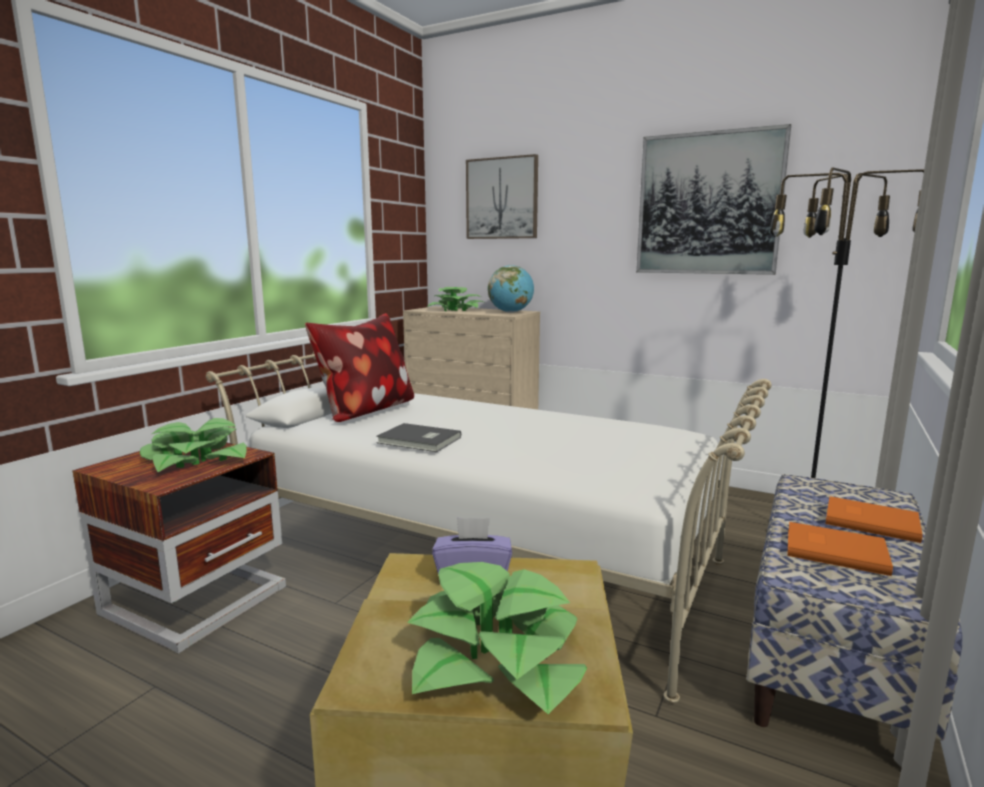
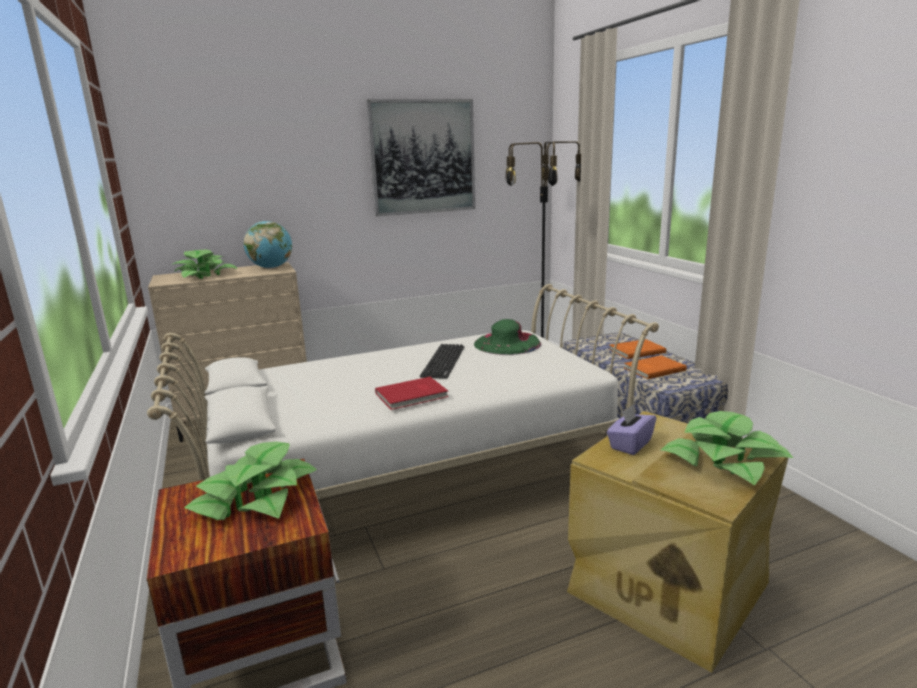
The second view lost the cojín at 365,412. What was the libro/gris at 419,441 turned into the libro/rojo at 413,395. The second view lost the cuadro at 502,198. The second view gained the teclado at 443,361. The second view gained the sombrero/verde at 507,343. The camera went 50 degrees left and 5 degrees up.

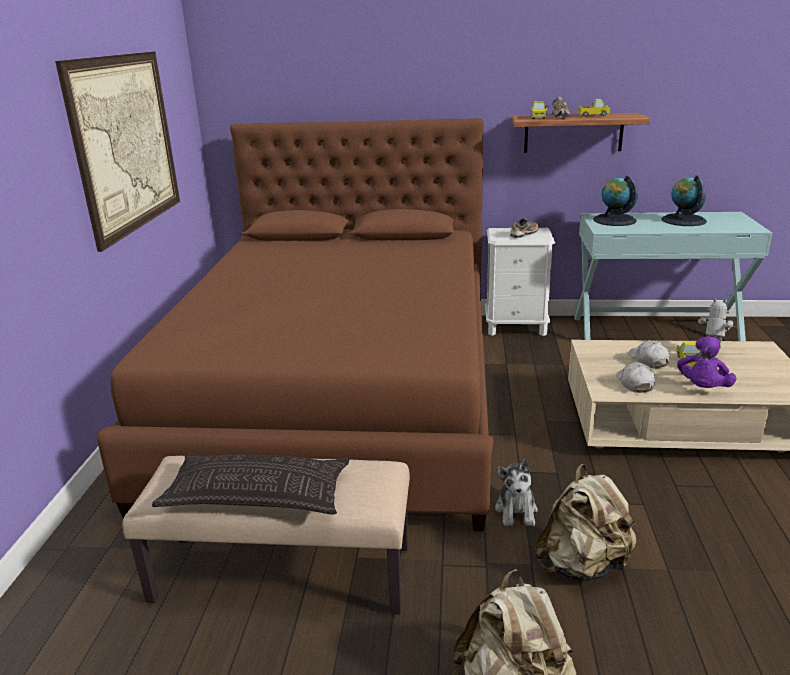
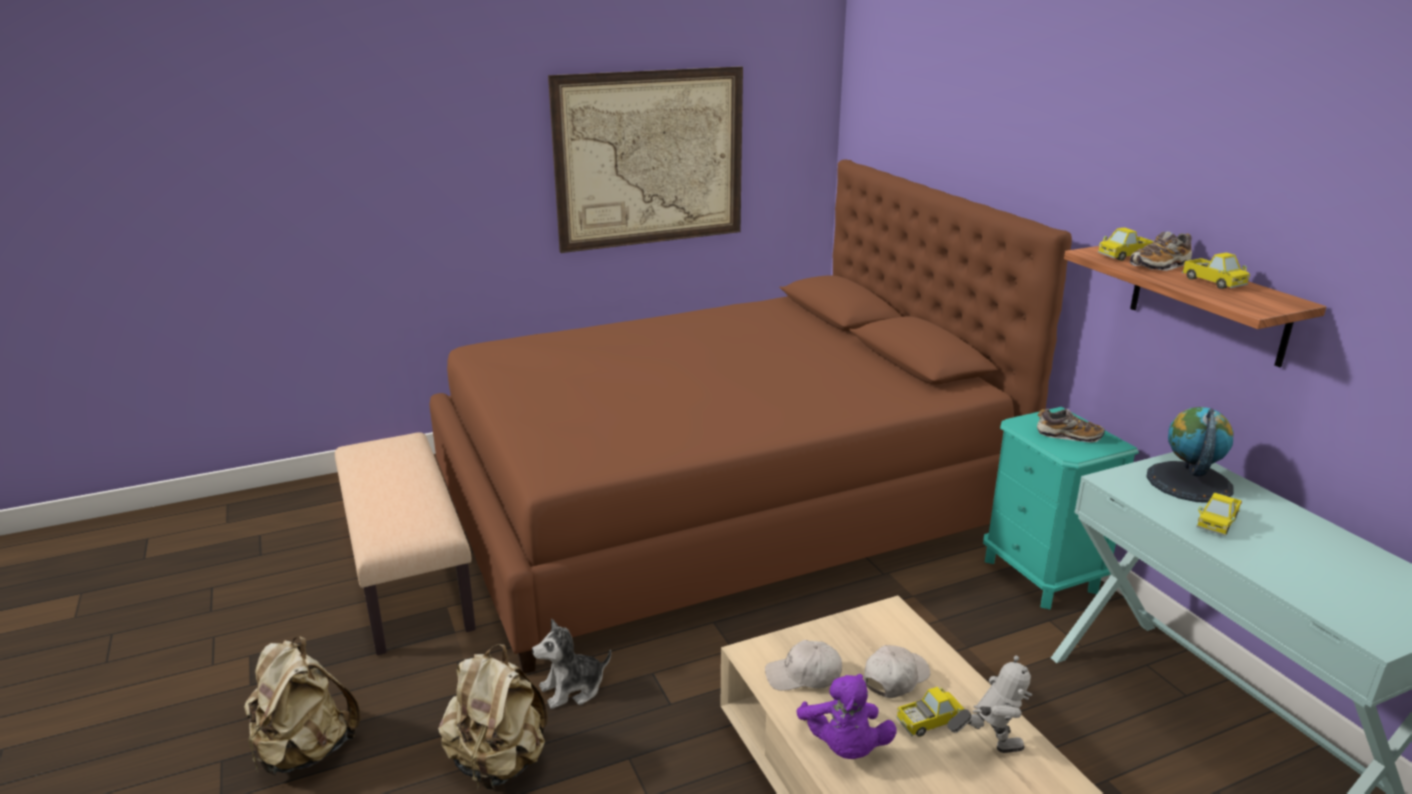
The second view lost the cojín at 257,494. What was the mesita de noche/blanco at 516,326 turned into the mesita de noche/turquesa at 1041,575. The gorra/blanco at 634,383 ended up facing another way, 150 degrees counterclockwise from before. The second view lost the globo terráqueo at 683,220. The peluche/morado at 702,388 ended up facing another way, 90 degrees counterclockwise from before. The second view gained the camión de juguete at 1217,522. The camera went 60 degrees right and 0 degrees up.

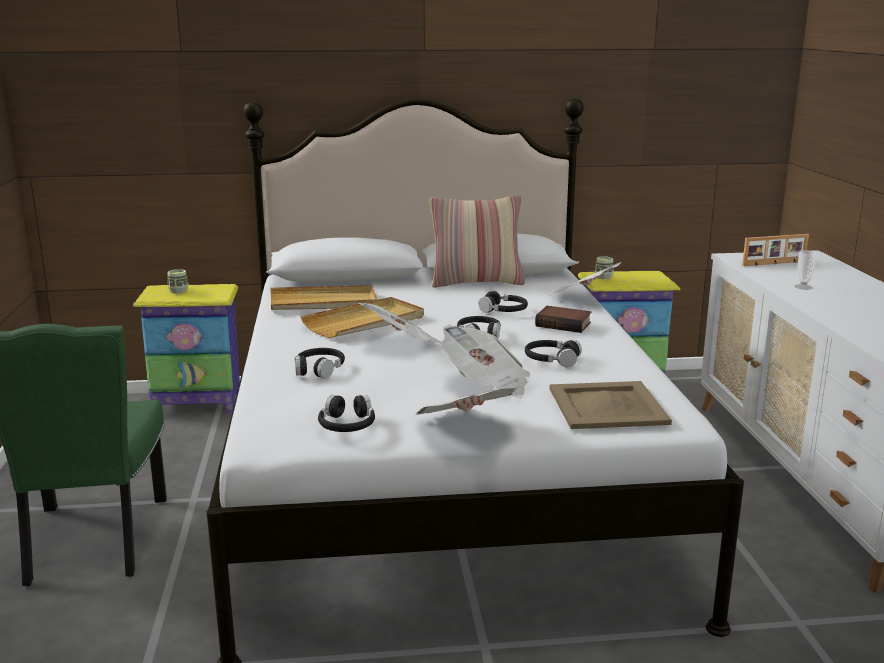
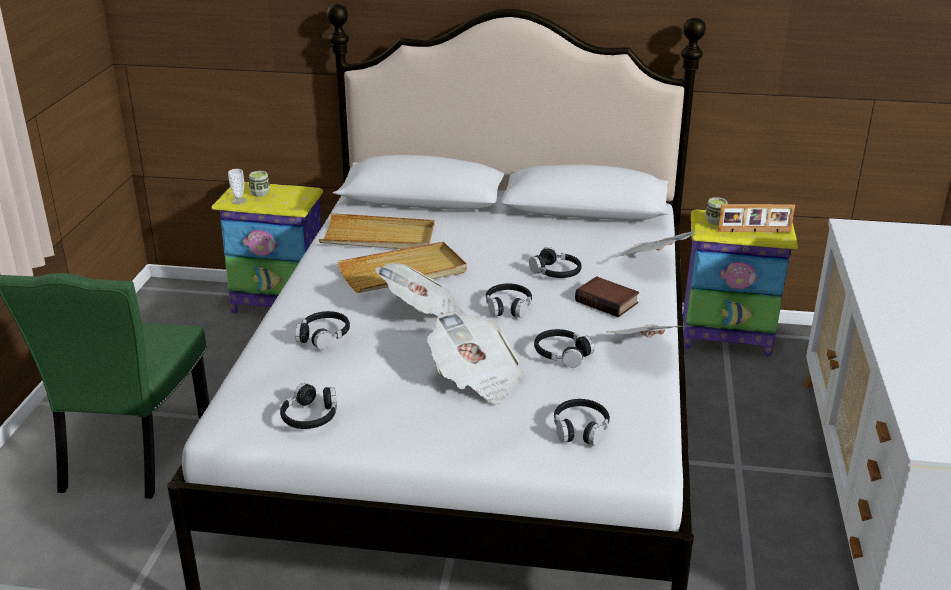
The periódico ended up elsewhere, having gone from 464,427 to 646,349. The second view lost the cojín at 476,282. Where the bandeja/beis stood at 608,405, the auriculares/negro came to stand at 580,429. The portarretratos ended up elsewhere, having gone from 774,263 to 754,231. The taza ended up elsewhere, having gone from 803,287 to 239,201. The camera went 15 degrees right and 10 degrees up.

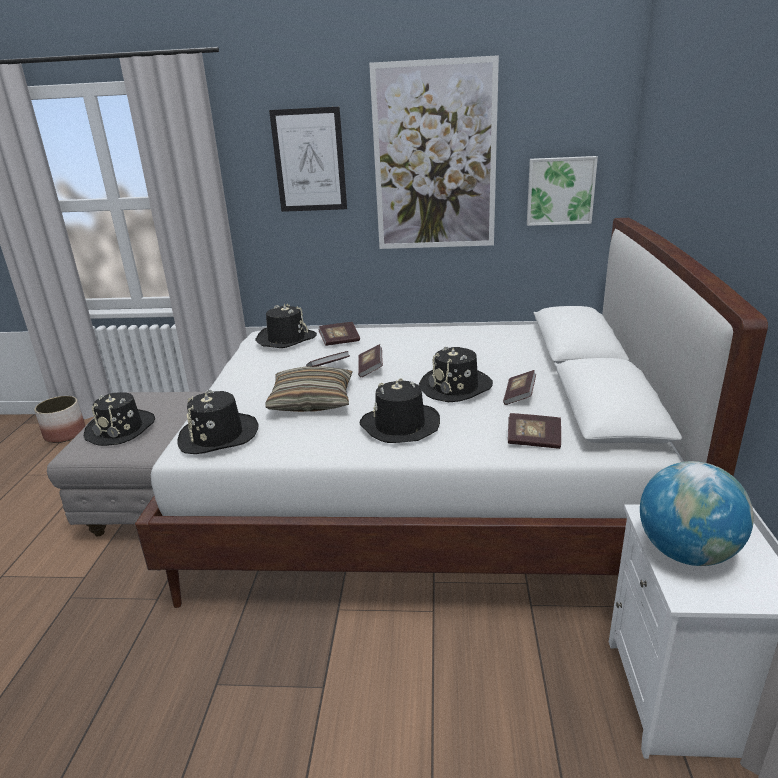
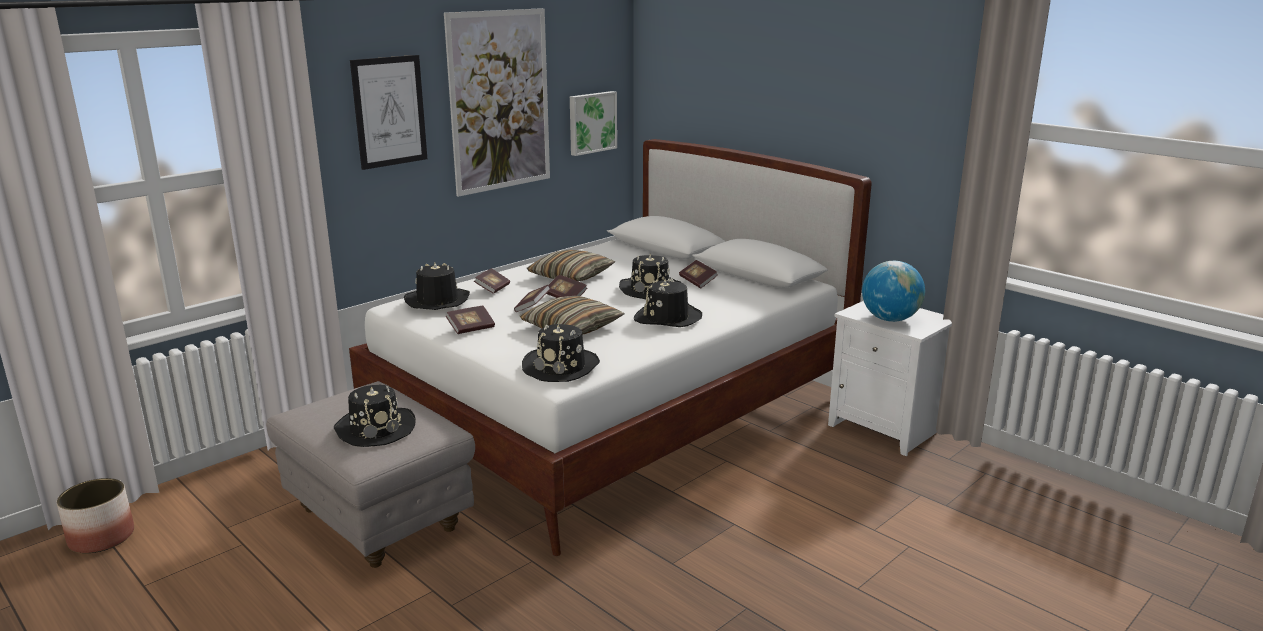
The libro ended up elsewhere, having gone from 533,441 to 471,328. The second view gained the cojín at 571,276. The camera went 50 degrees left and 5 degrees down.

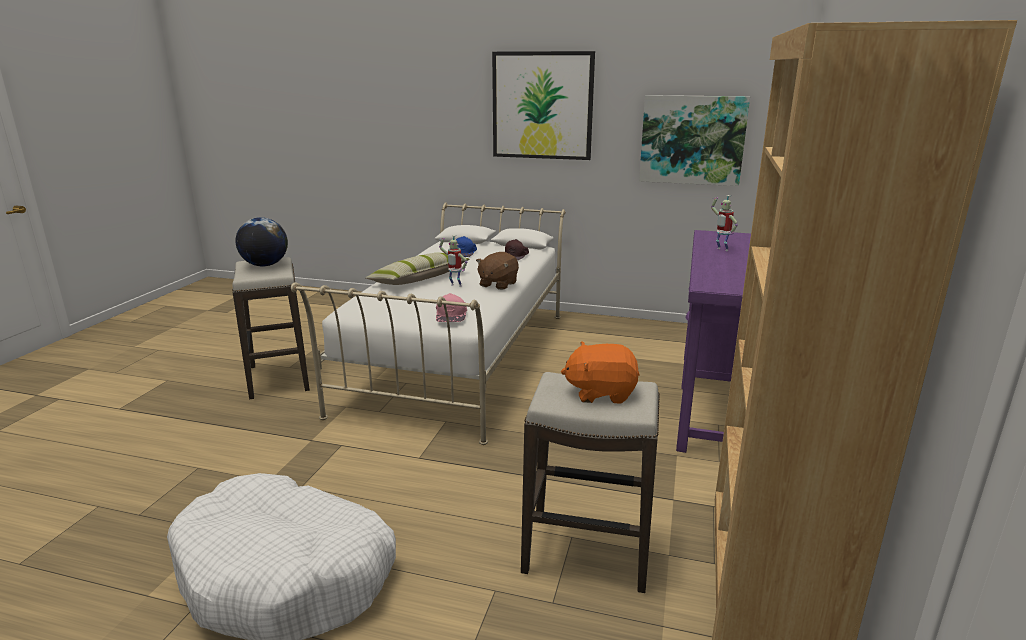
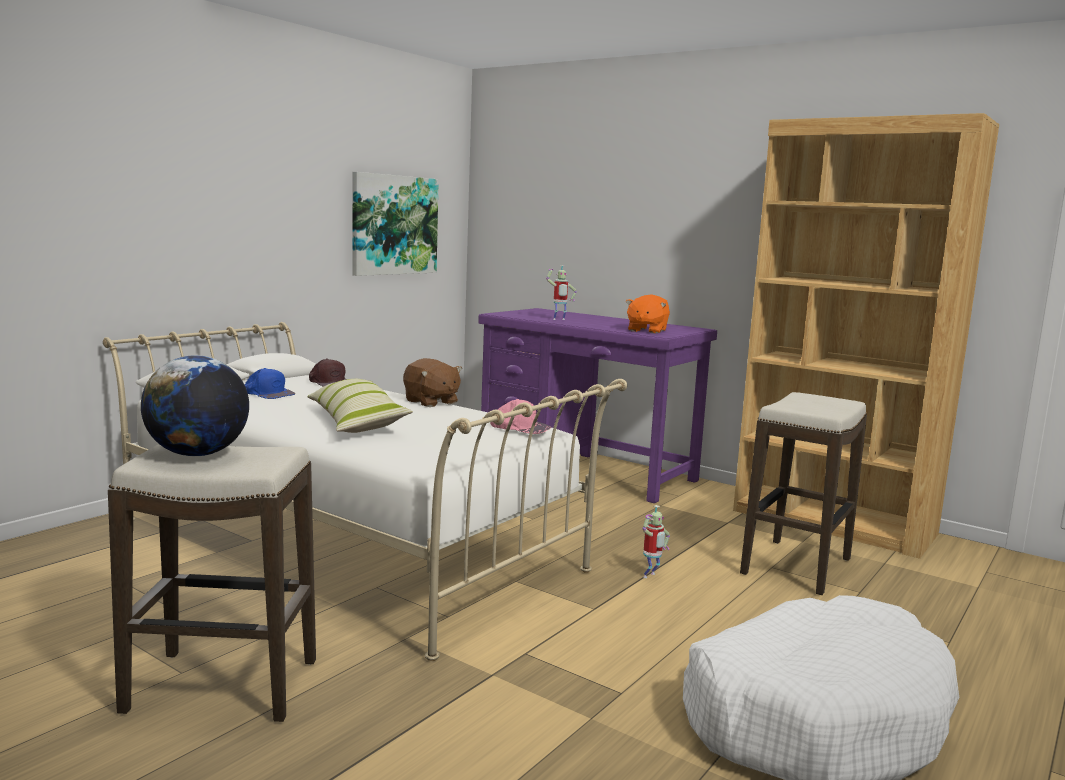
The robot de juguete ended up elsewhere, having gone from 455,286 to 651,576. The second view lost the cuadro at 542,106. The peluche/naranja ended up elsewhere, having gone from 601,392 to 646,330. The camera went 70 degrees left and 10 degrees down.

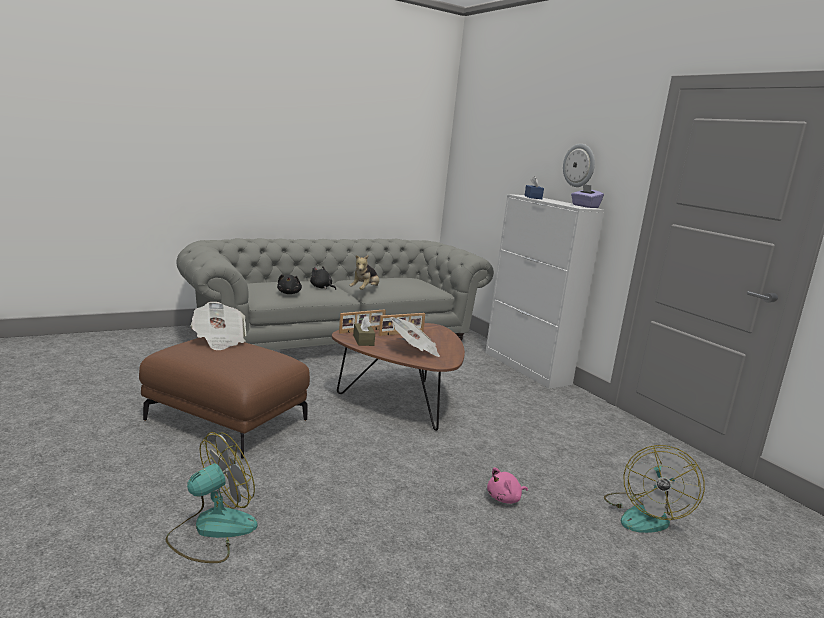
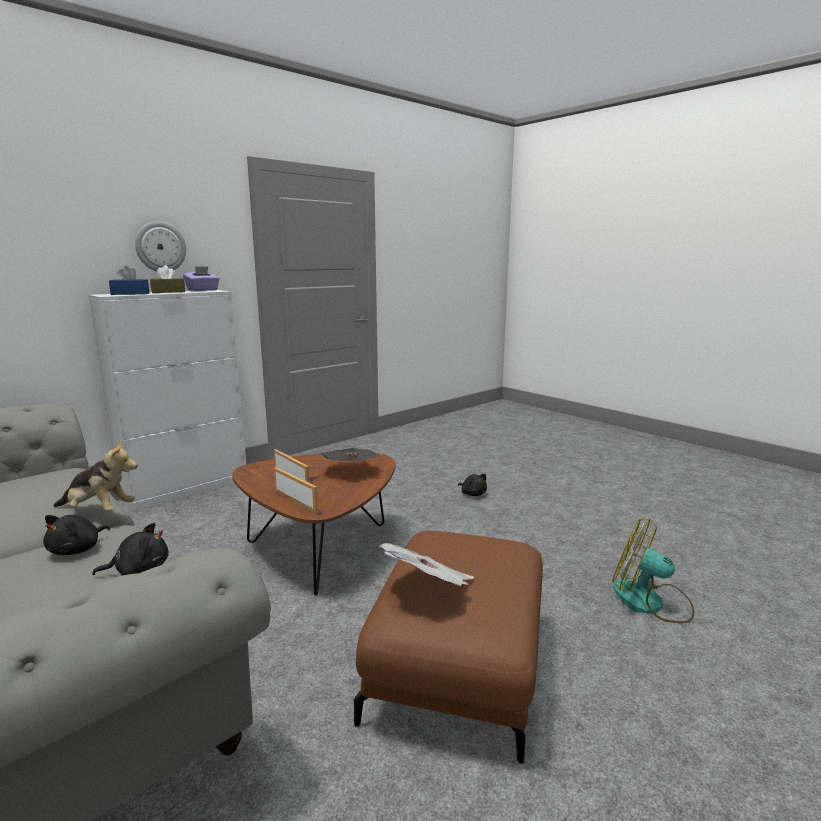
The caja de pañuelos/marrón ended up elsewhere, having gone from 363,340 to 168,292. What was the peluche/rosa at 505,499 turned into the peluche/negro at 473,494. The second view lost the ventilador at 644,515. The camera went 100 degrees left and 0 degrees up.

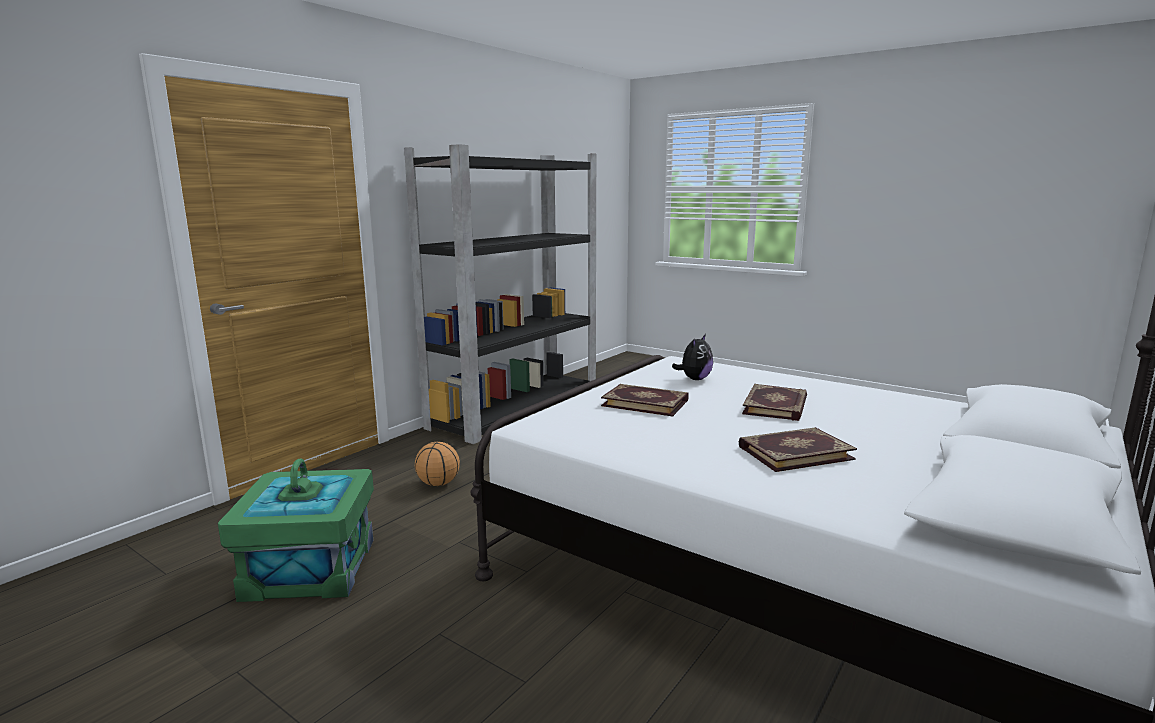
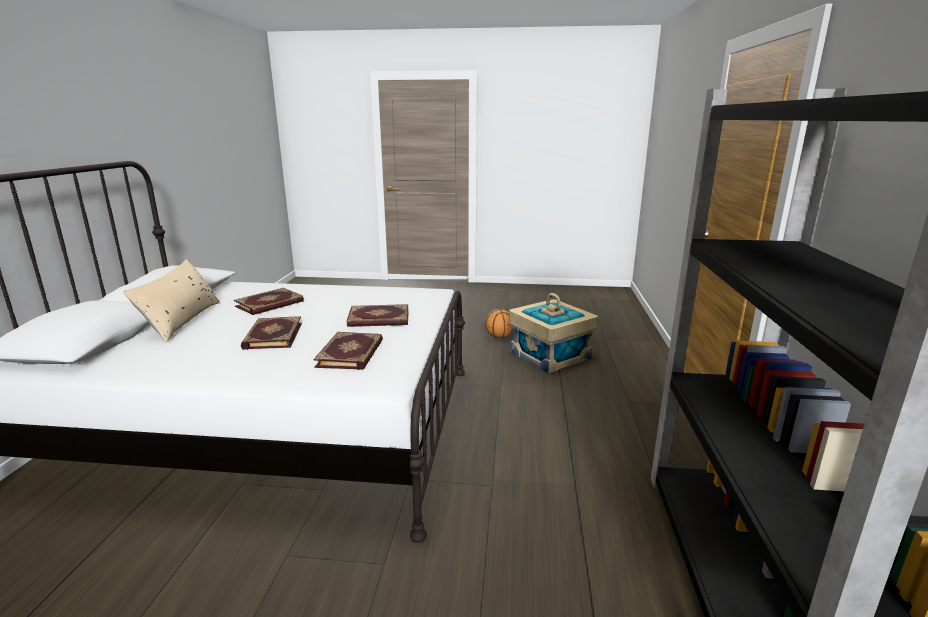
What was the caja de almacenaje/verde at 309,569 turned into the caja de almacenaje/beis at 550,355. The balón de baloncesto ended up elsewhere, having gone from 438,484 to 499,336. Where the peluche stood at 694,379, the libro came to stand at 351,353. The second view gained the cojín/beis at 181,320. The camera went 150 degrees right and 5 degrees up.

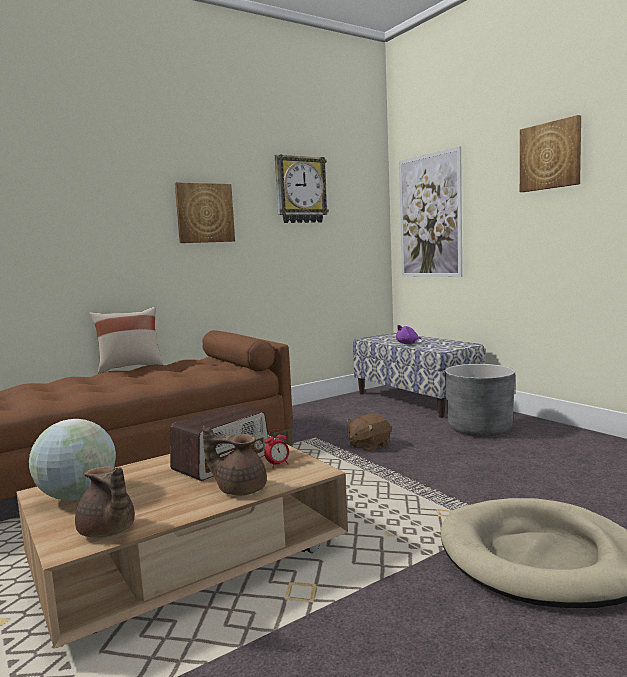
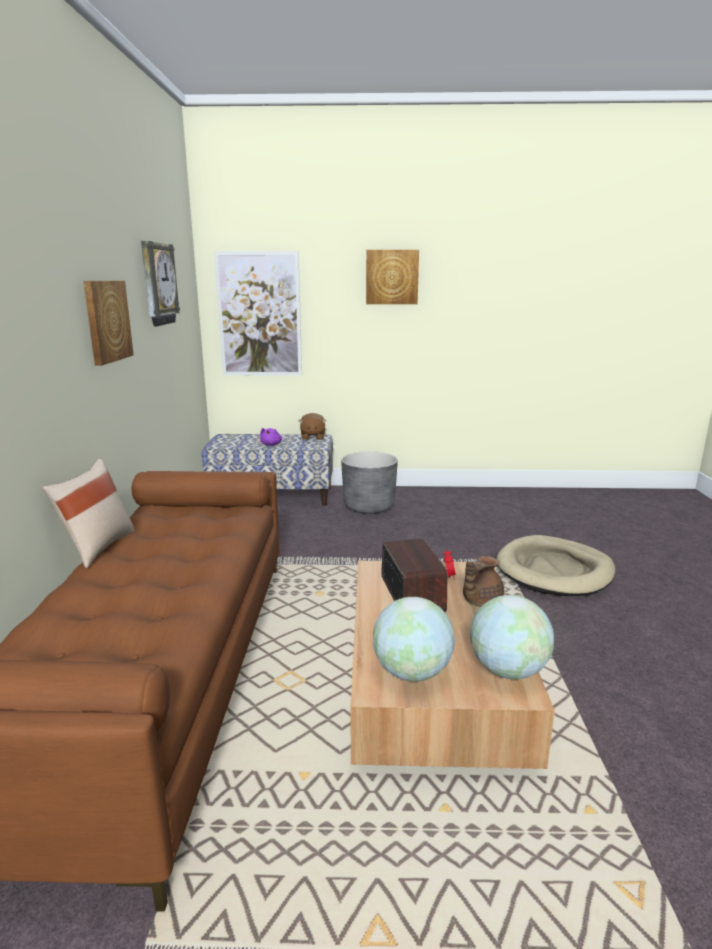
Where the tetera/marrón stood at 107,531, the globo terráqueo came to stand at 508,670. The peluche/marrón ended up elsewhere, having gone from 368,446 to 312,437. The camera went 55 degrees left and 10 degrees up.

